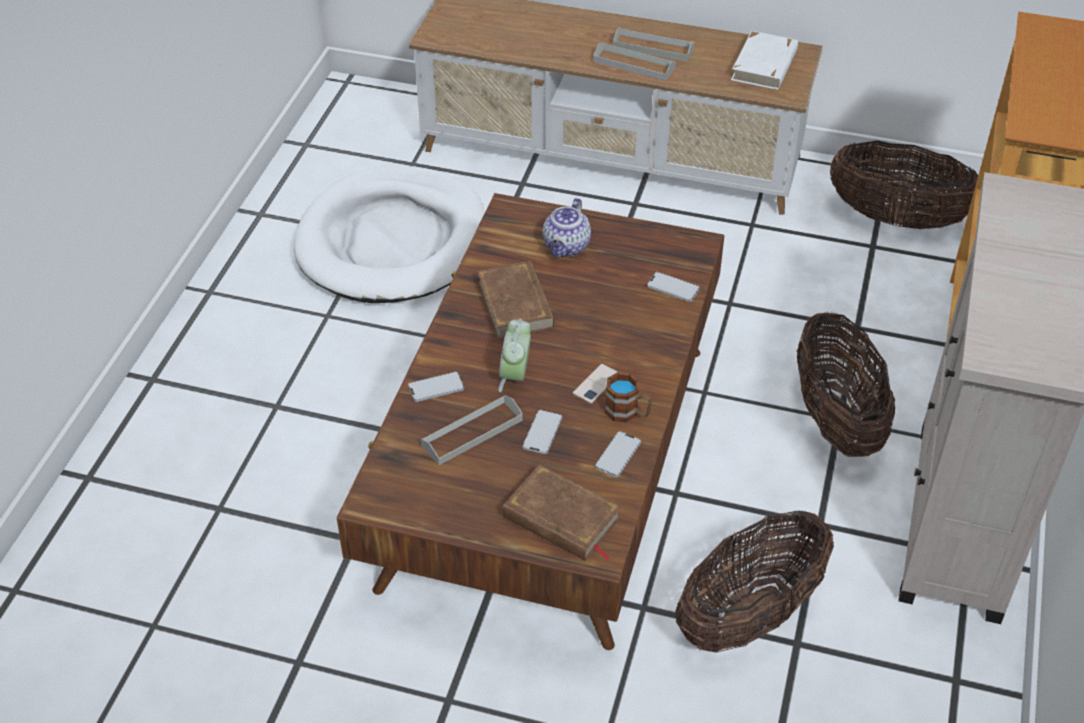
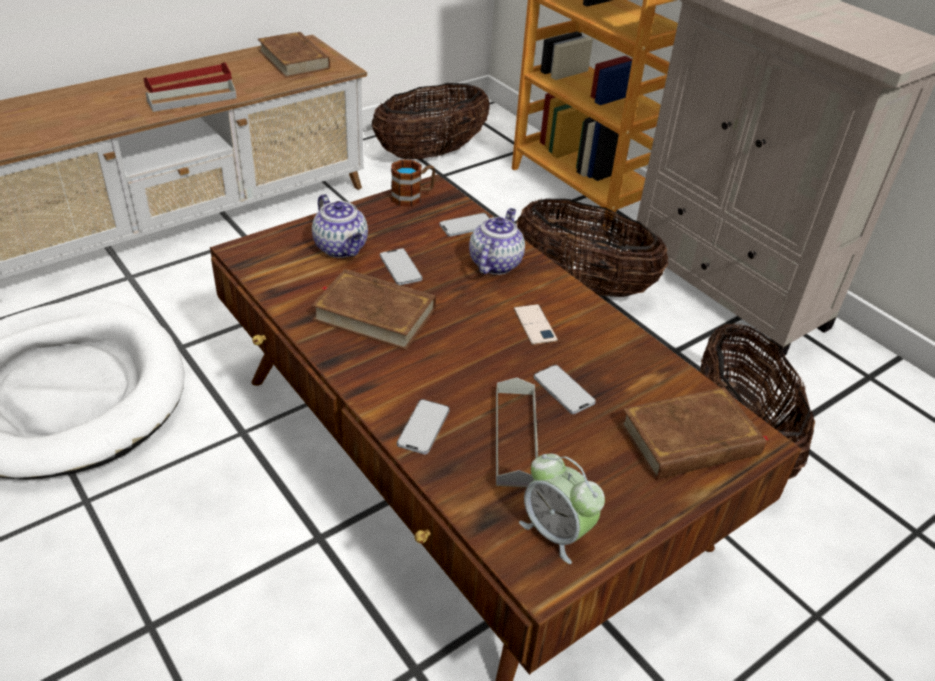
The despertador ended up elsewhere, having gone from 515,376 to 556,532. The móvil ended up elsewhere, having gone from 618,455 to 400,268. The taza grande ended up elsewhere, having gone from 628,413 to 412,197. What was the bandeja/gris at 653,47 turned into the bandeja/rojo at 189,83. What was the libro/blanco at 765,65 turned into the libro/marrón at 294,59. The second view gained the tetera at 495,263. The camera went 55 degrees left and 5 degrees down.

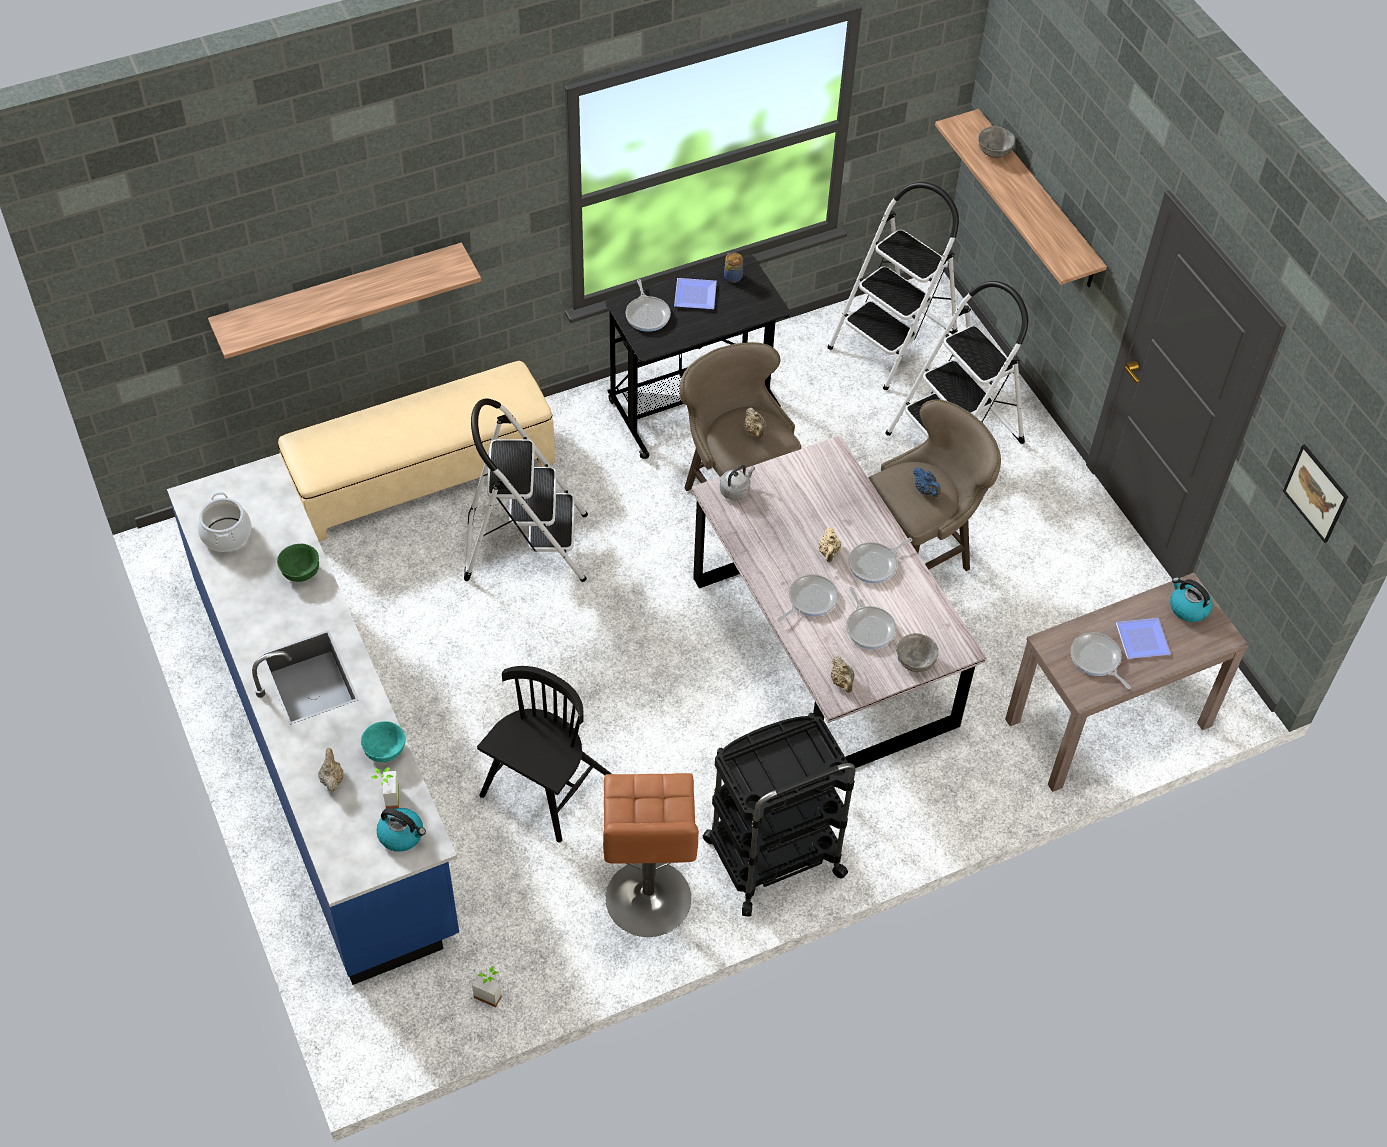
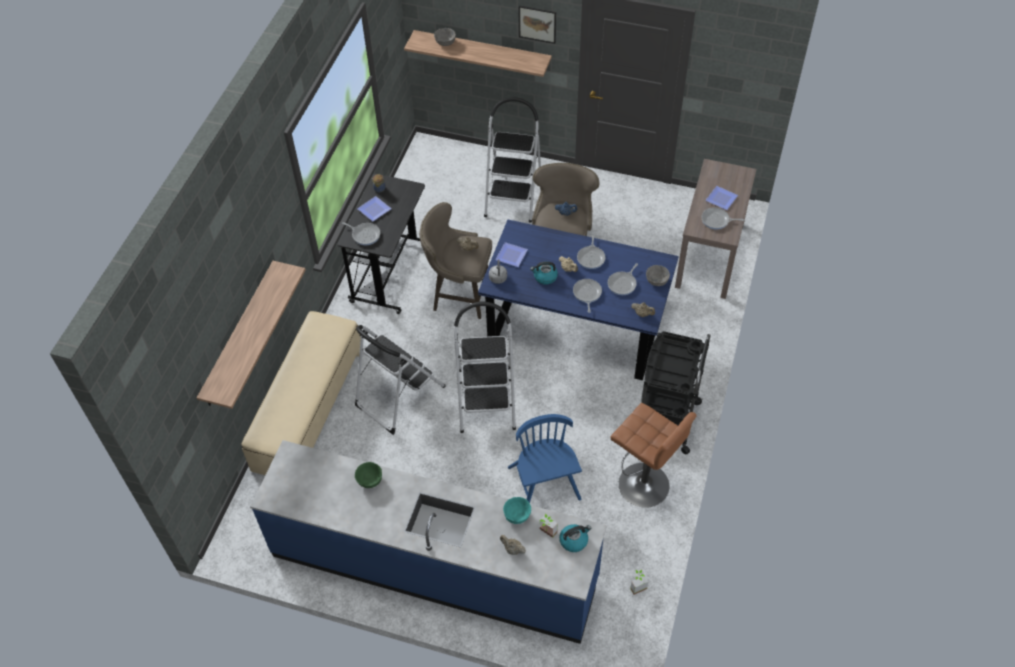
The second view lost the olla at 226,535. What was the silla/negro at 541,790 turned into the silla/azul at 545,486. What was the mesa de comedor/gris at 825,650 turned into the mesa de comedor/azul at 576,323. The escalera de tijera ended up elsewhere, having gone from 896,340 to 487,397. The sartén at 869,627 ended up facing another way, 105 degrees clockwise from before. The hervidor ended up elsewhere, having gone from 1188,608 to 545,277. The cuadro ended up elsewhere, having gone from 1316,493 to 537,24. The second view gained the plato at 511,255. The camera went 45 degrees left and 0 degrees up.

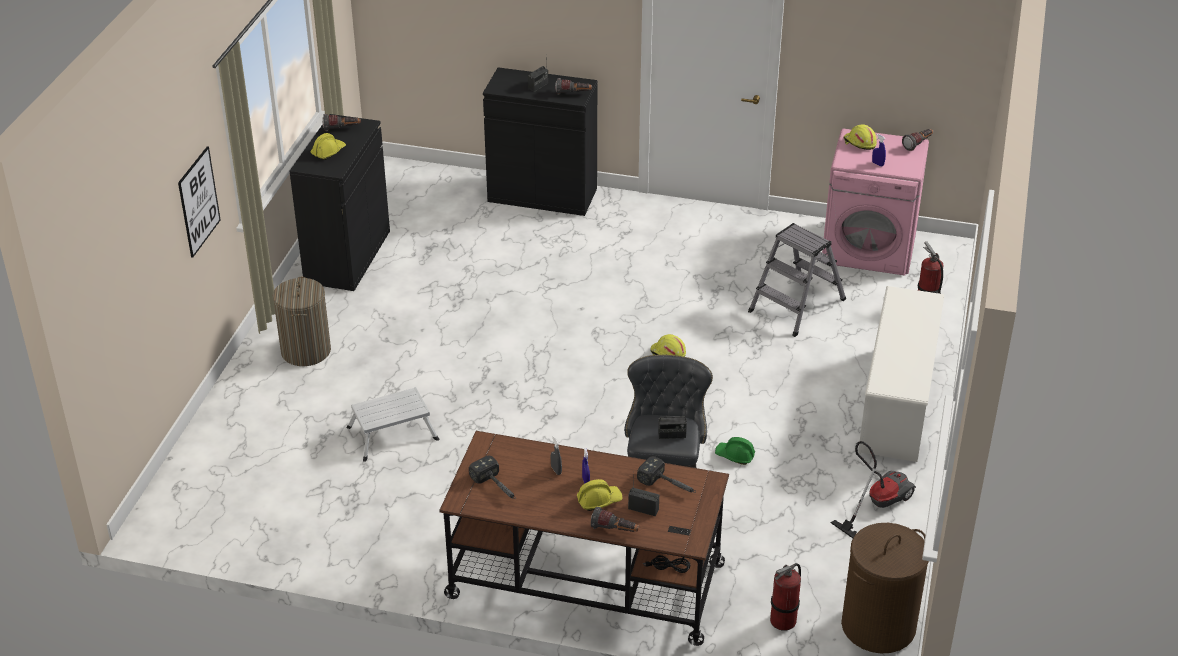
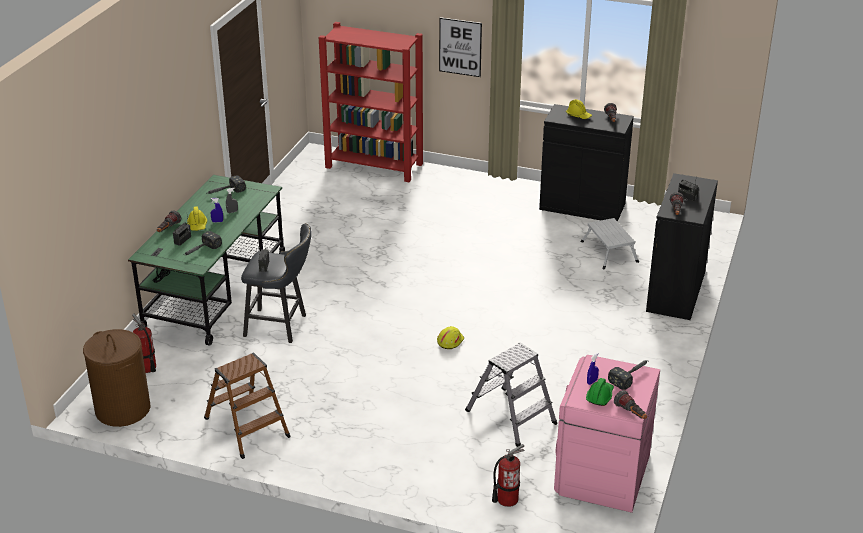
The second view lost the cesto de la ropa at 306,351. The escalera de tijera/blanco ended up elsewhere, having gone from 393,433 to 609,252. What was the escritorio/marrón at 586,581 turned into the escritorio/verde at 215,291. The casco/verde ended up elsewhere, having gone from 735,456 to 600,396. Where the aspiradora stood at 876,503, the escalera de tijera/marrón came to stand at 246,427. Where the casco/amarillo stood at 859,143, the martillo came to stand at 631,375. The second view lost the zapatero/blanco at 897,404. The second view gained the estantería/rojo at 374,166. The camera went 95 degrees right and 5 degrees down.

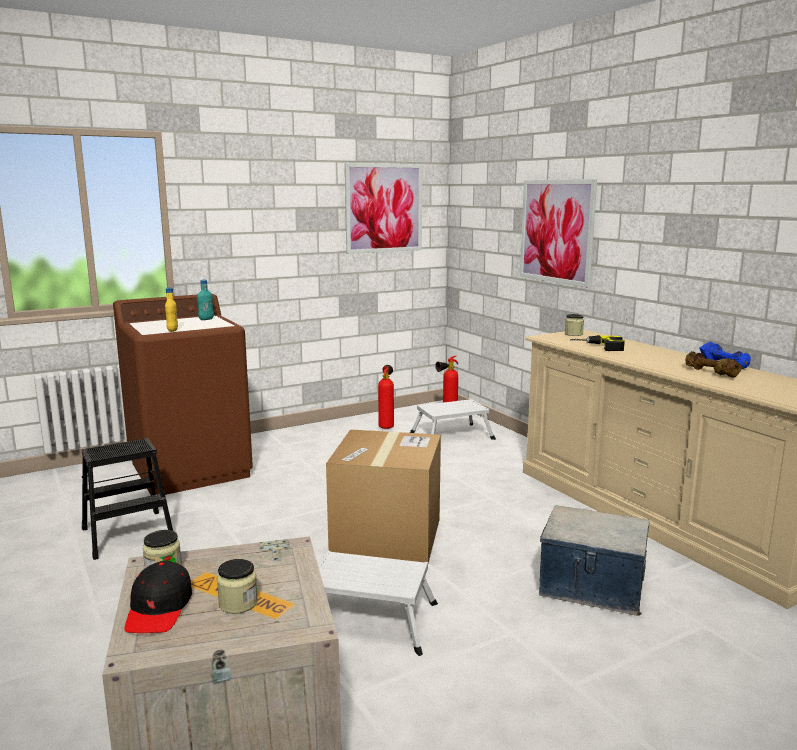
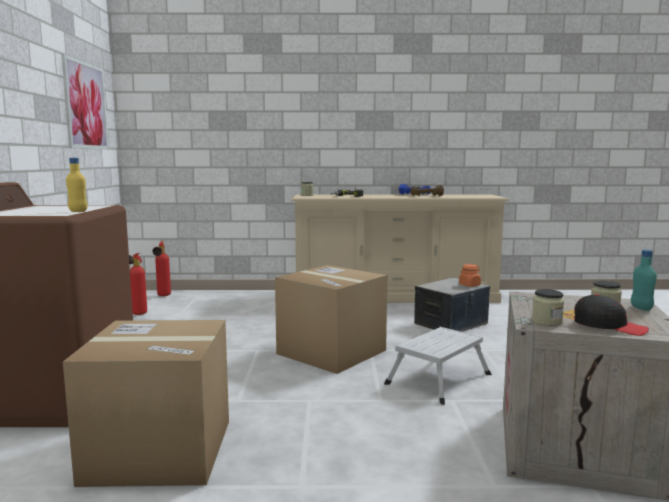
Where the escalera de tijera/negro stood at 128,533, the caja de cartón came to stand at 160,450. The botella/turquesa ended up elsewhere, having gone from 206,319 to 641,308. The second view lost the escalera de tijera/blanco at 452,435. The second view lost the cuadro at 556,231. The second view gained the tarro/naranja at 469,285. The camera went 60 degrees left and 5 degrees down.

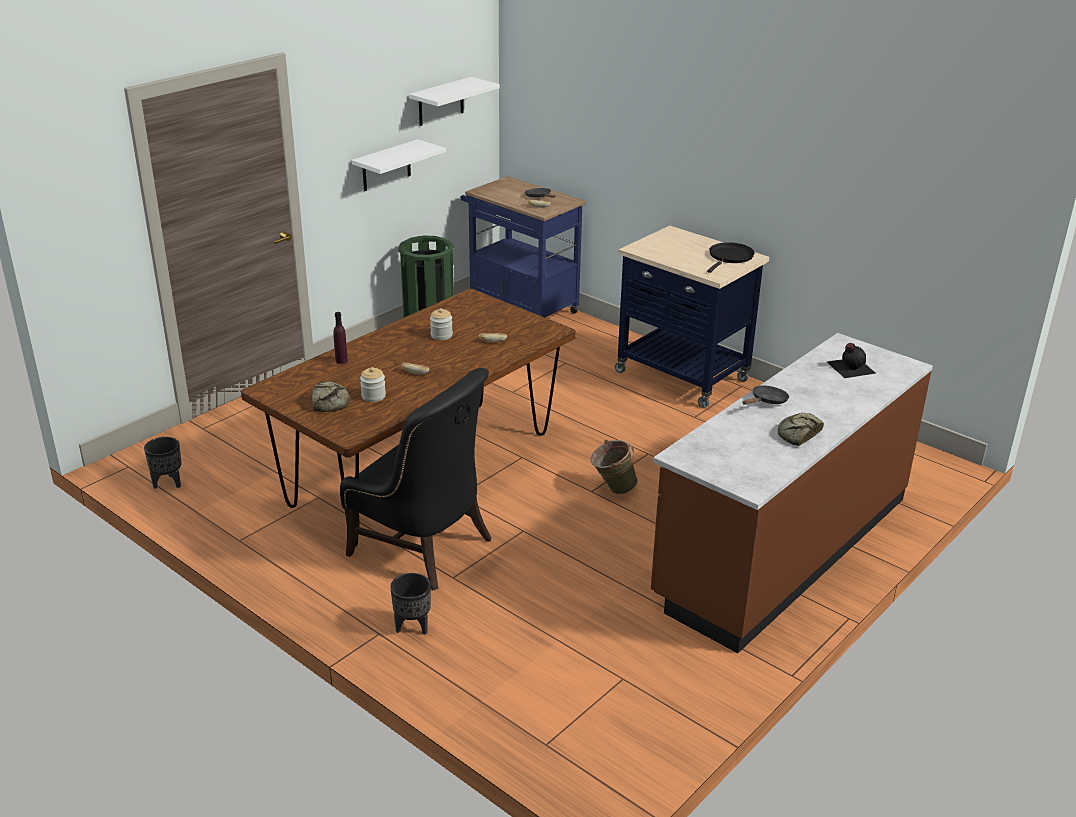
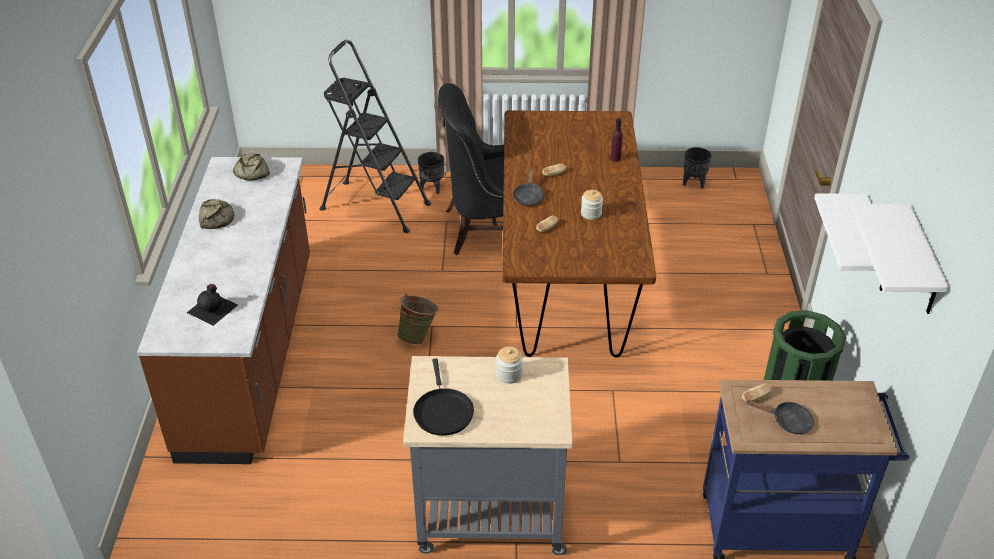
The pan ended up elsewhere, having gone from 330,401 to 251,172. The tarro ended up elsewhere, having gone from 373,396 to 509,374. What was the carrito/azul at 682,377 turned into the carrito/gris at 490,516. The sartén/negro ended up elsewhere, having gone from 767,401 to 528,196. The second view gained the escalera de tijera at 374,206. The camera went 140 degrees right and 10 degrees up.

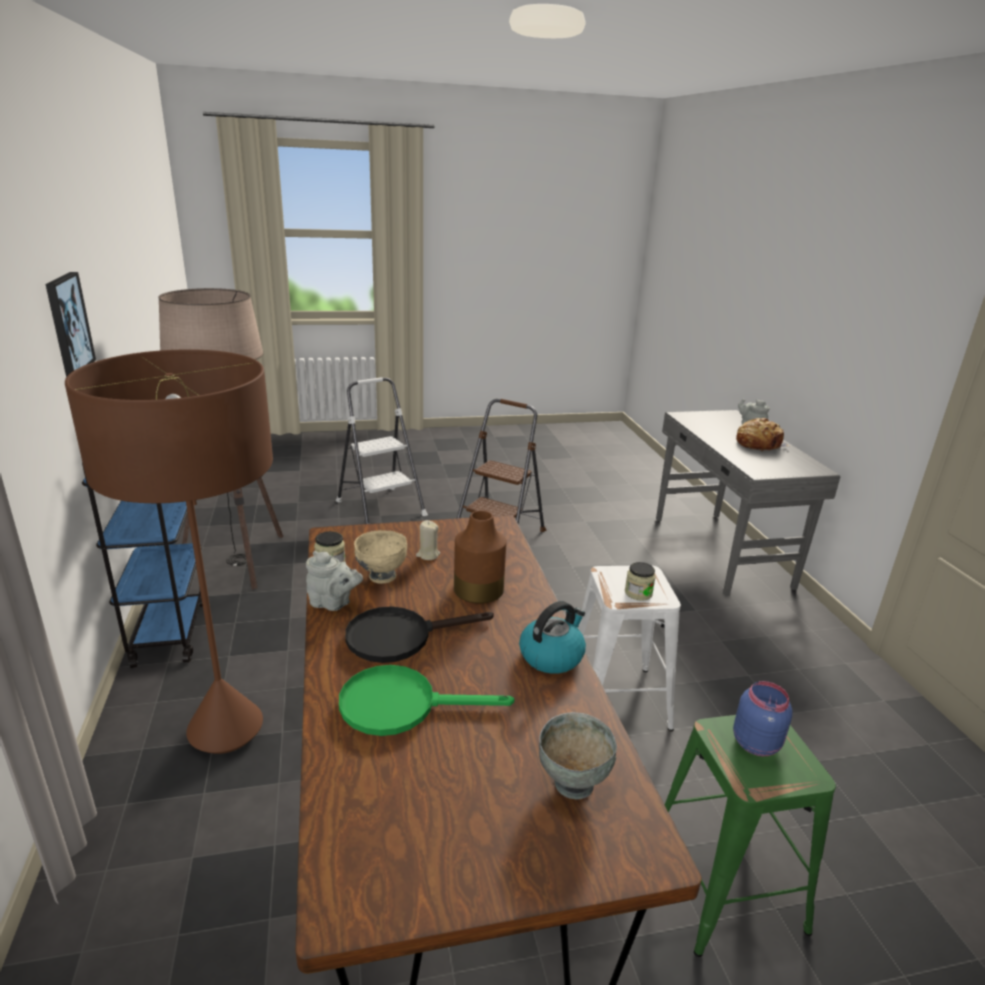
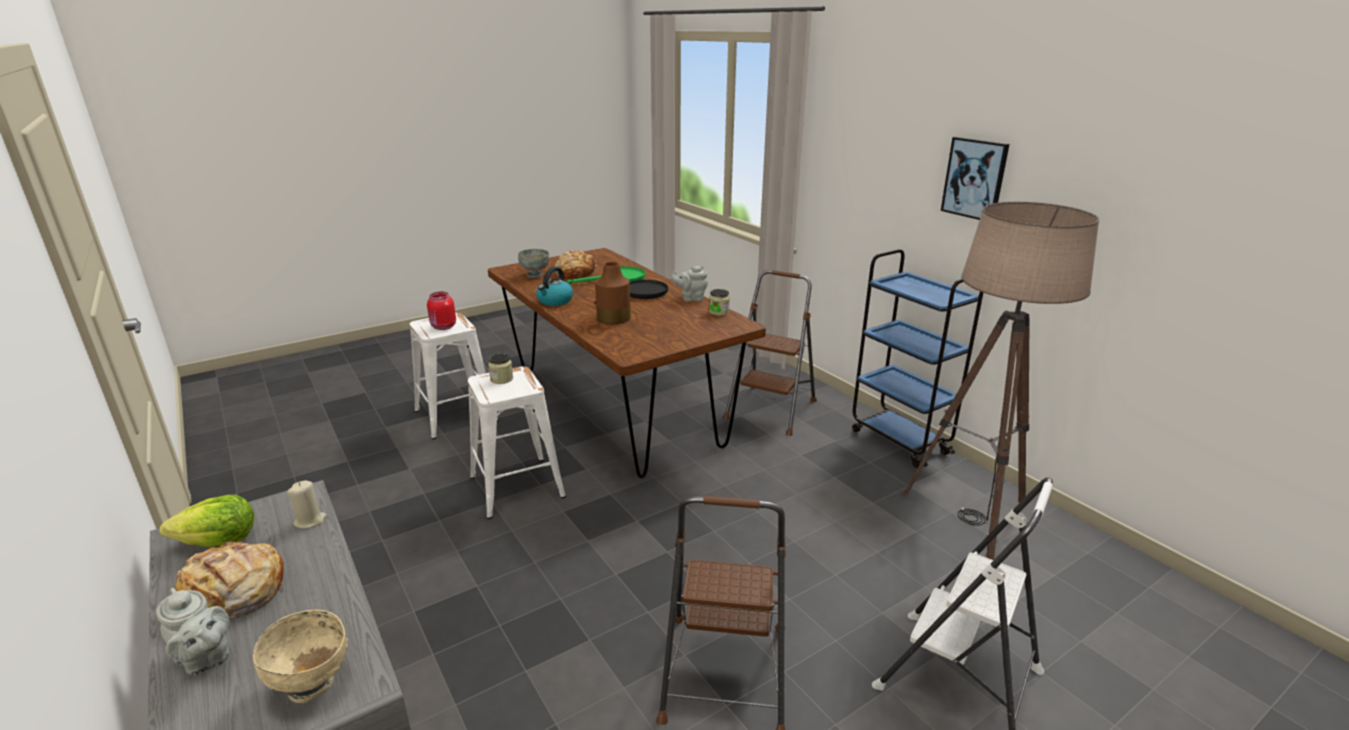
Where the lámpara de pie/marrón stood at 226,732, the escalera de tijera/marrón came to stand at 772,407. The cuenco/beis ended up elsewhere, having gone from 381,576 to 313,684. The vela/beis ended up elsewhere, having gone from 428,555 to 310,521. What was the taburete/verde at 725,885 turned into the taburete/blanco at 455,416. What was the tarro/azul at 756,742 turned into the tarro/rojo at 443,327. The second view gained the lechuga at 218,541. The second view gained the pan at 575,273. The camera went 160 degrees right and 0 degrees up.

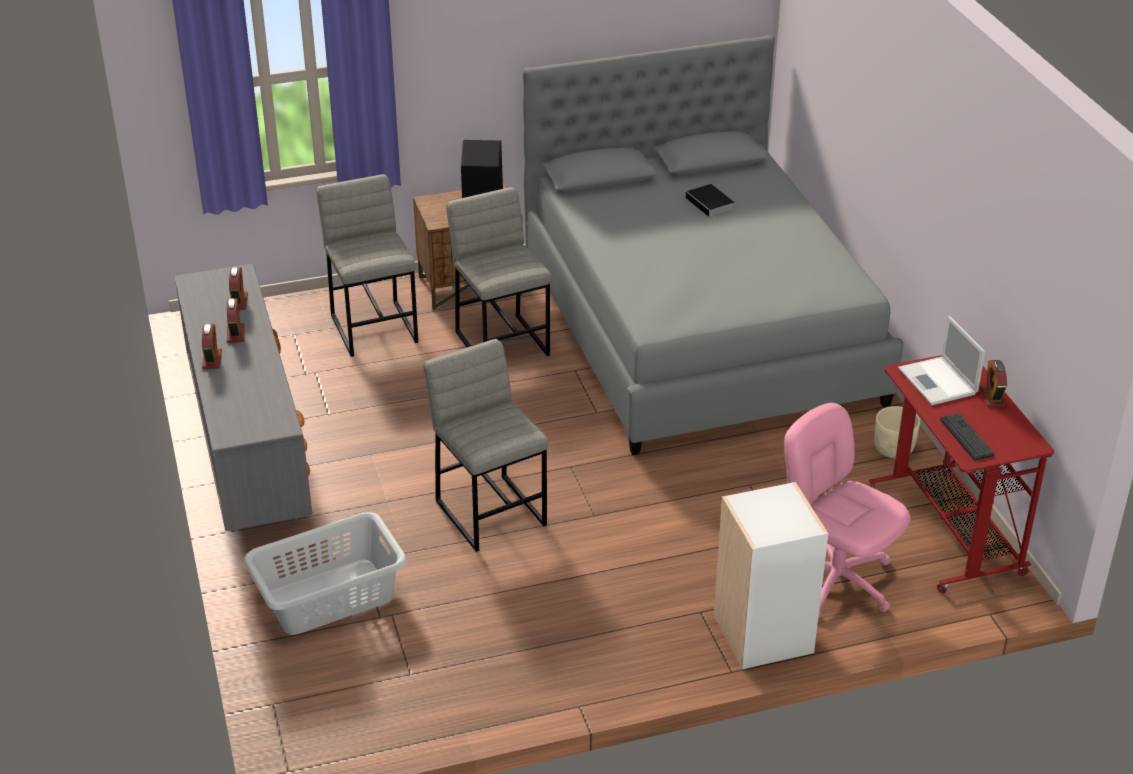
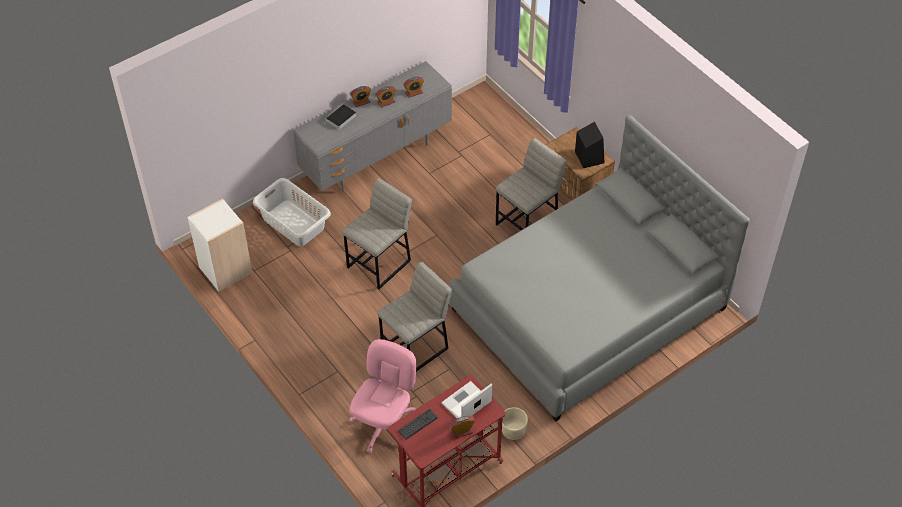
The silla/gris ended up elsewhere, having gone from 373,327 to 416,347. The libro ended up elsewhere, having gone from 711,204 to 340,119. The estantería ended up elsewhere, having gone from 762,634 to 225,269. The camera went 70 degrees right and 15 degrees up.

